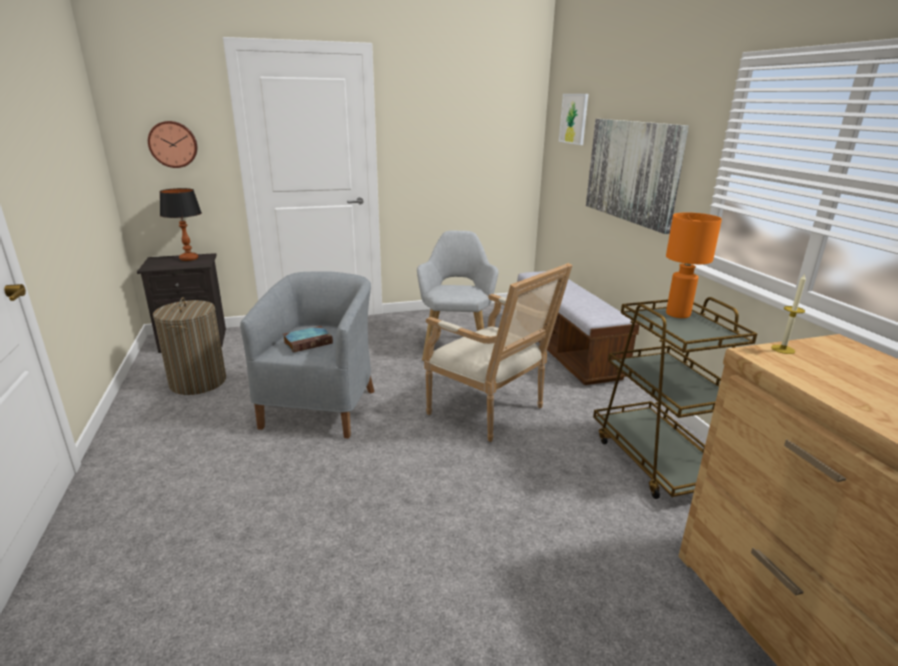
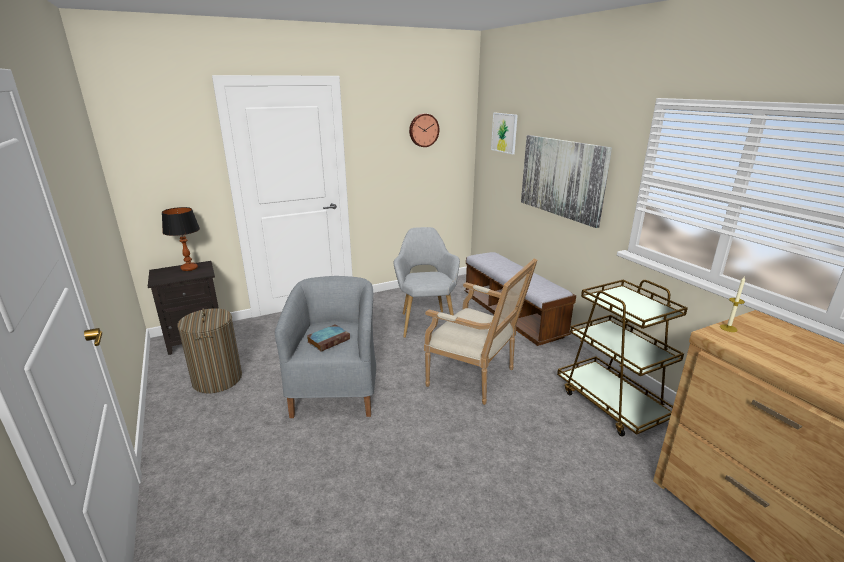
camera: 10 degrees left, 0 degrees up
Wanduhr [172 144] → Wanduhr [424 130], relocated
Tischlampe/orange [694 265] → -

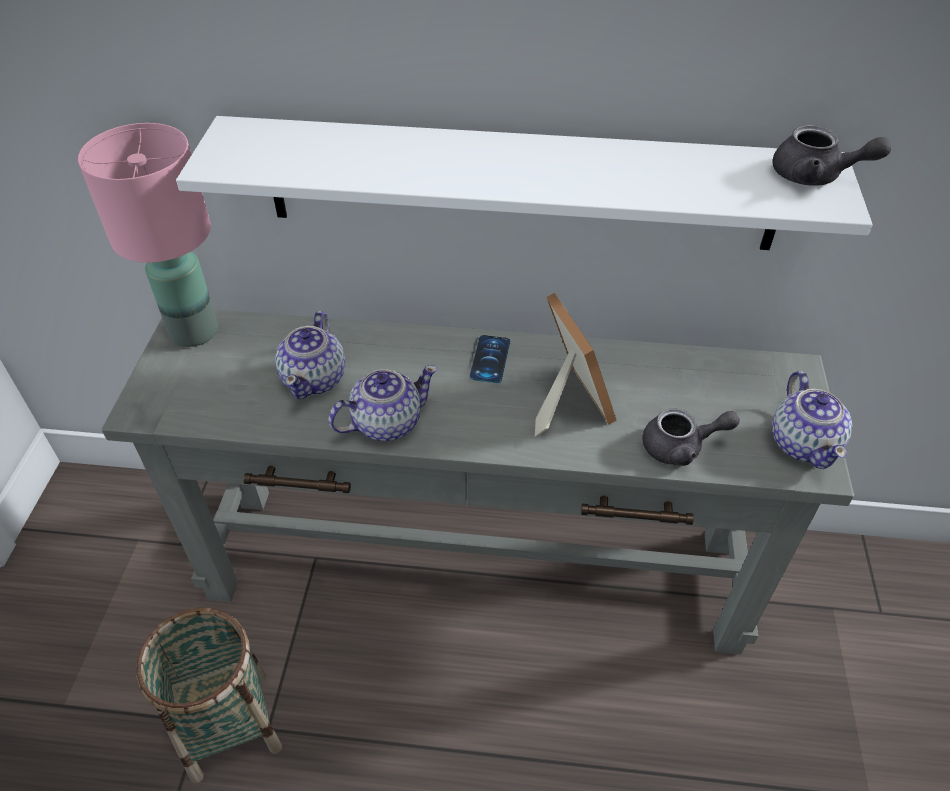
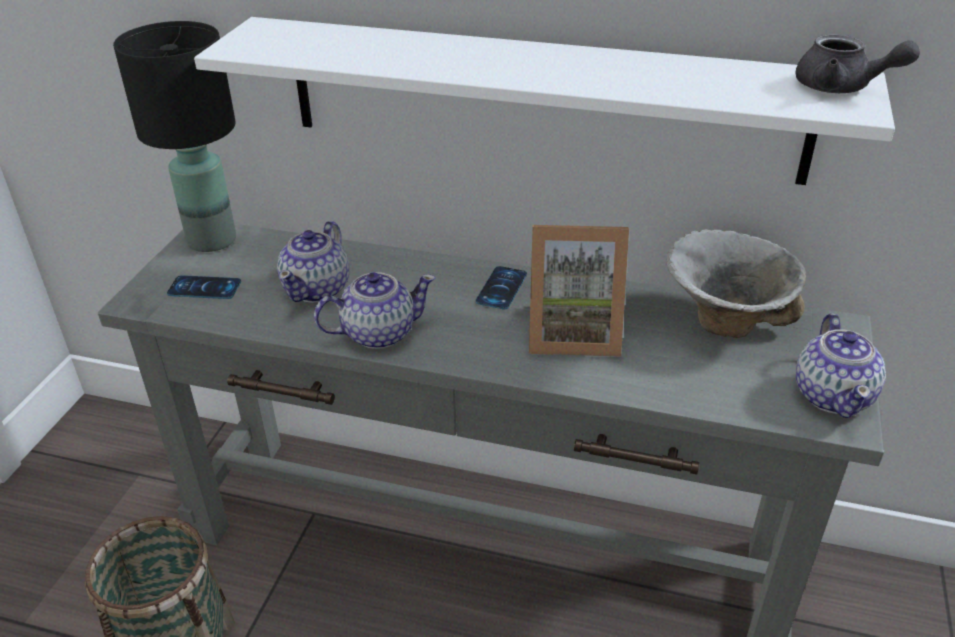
camera: 10 degrees right, 10 degrees down
Tischlampe/rosa [148 235] → Tischlampe/schwarz [174 136]
- → Handy [204 287]
Bilderrahmen [576 365] → Bilderrahmen [579 291], 105 degrees clockwise
- → Schüssel [736 283]
Teekanne/grau [691 437] → -

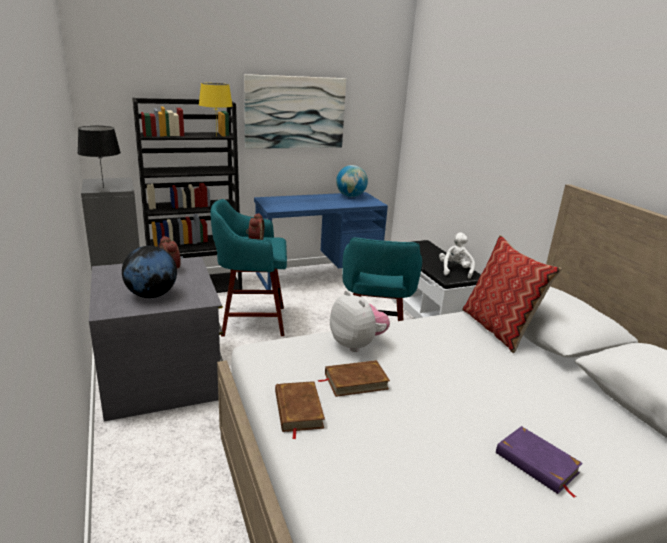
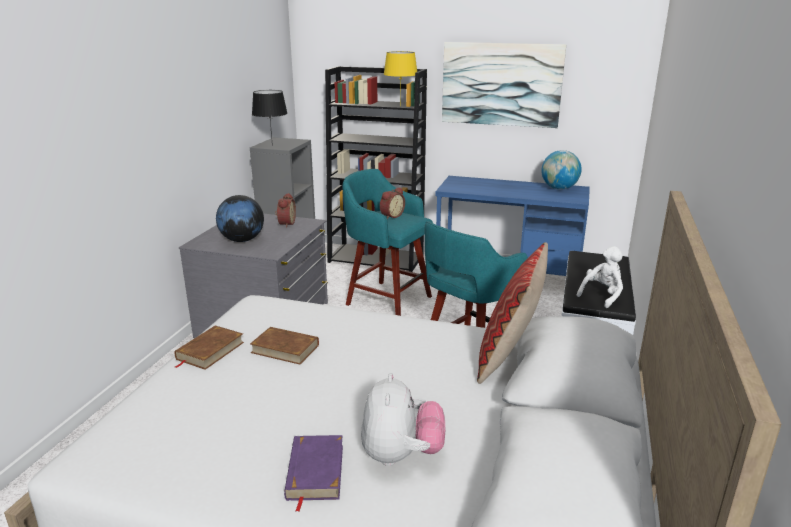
camera: 40 degrees right, 0 degrees up
Plüschtier [360 321] → Plüschtier [403 419], relocated

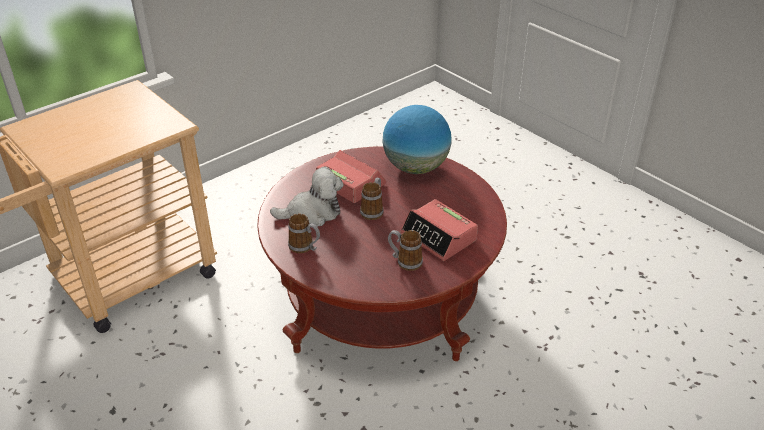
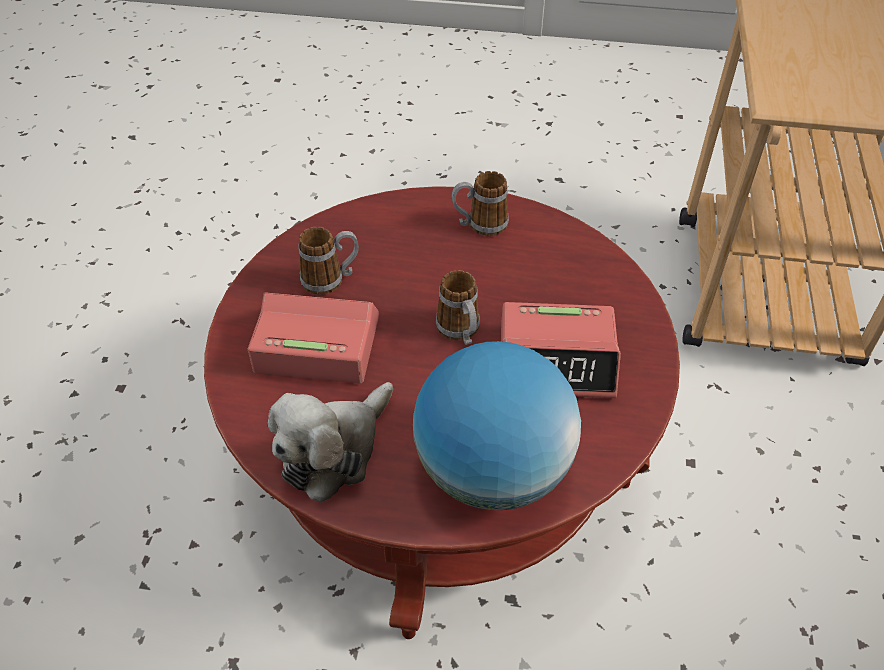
camera: 140 degrees right, 10 degrees up
Plüschtier [307 196] → Plüschtier [330 442], relocated

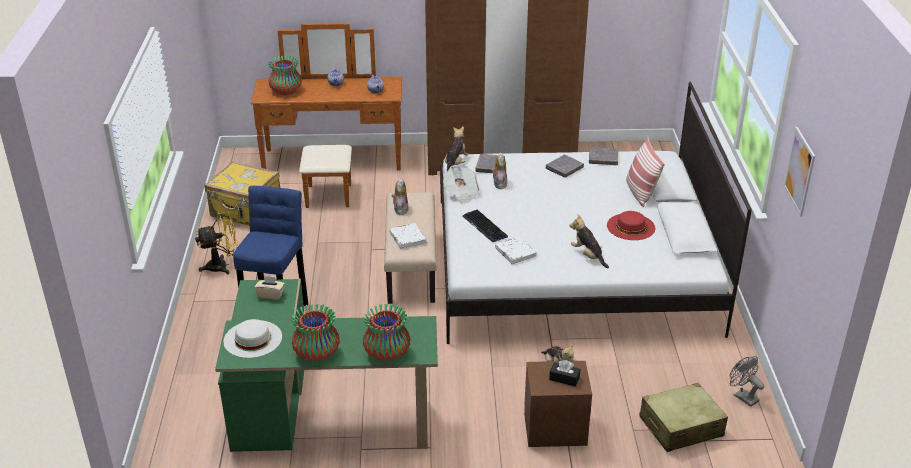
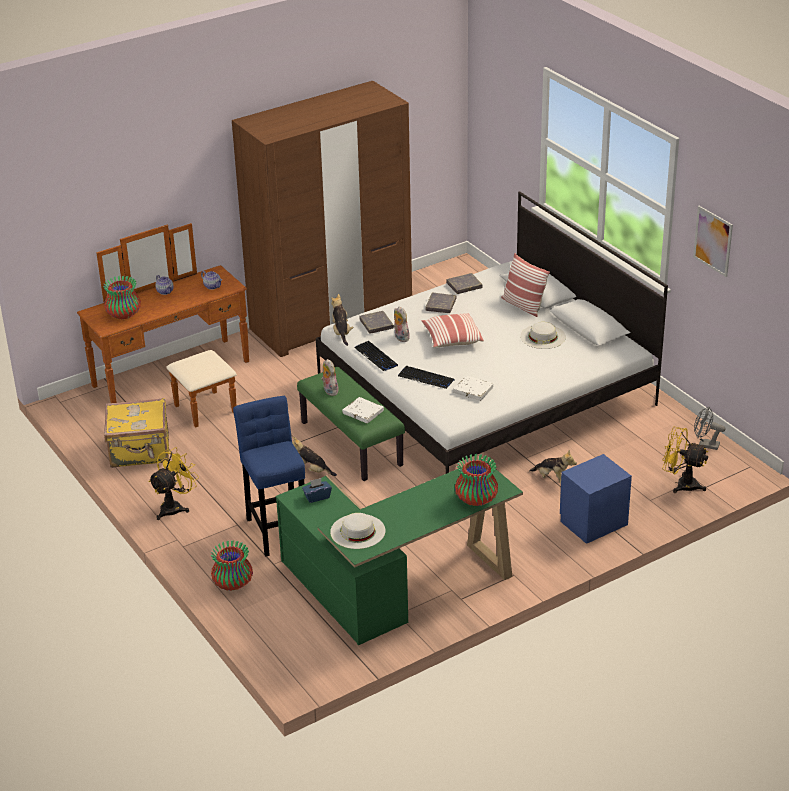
camera: 30 degrees left, 0 degrees up
Vase [316 332] → Vase [232 565], relocated
Plüschtier [589 241] → Plüschtier [314 456], relocated
Bank/beige [410 248] → Bank/grün [351 424]
Taschentuchbox/beige [269 288] → Taschentuchbox/blau [317 490]
Zeitung [461 184] → Tastatur [376 356]
- → Kissen [452 330]
Hut/rot [631 225] → Hut/weiß [543 335]
Nachttisch/braun [558 404] → Nachttisch/blau [596 499]
Koffer/beige [683 417] → Ventilator/gelb [685 460]
Taschentuchbox/schwarz [564 373] → -

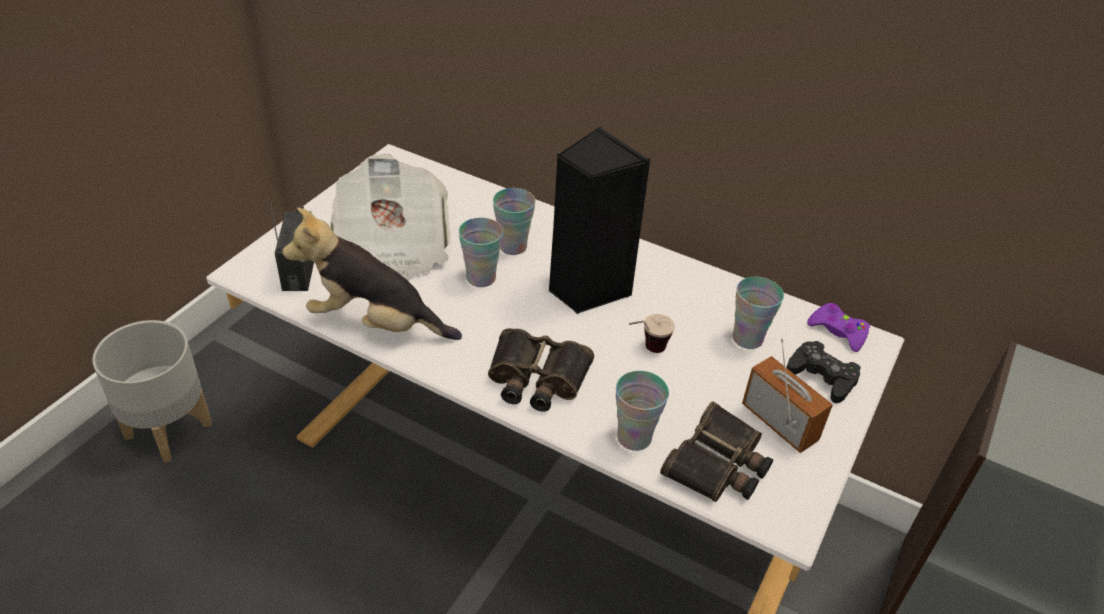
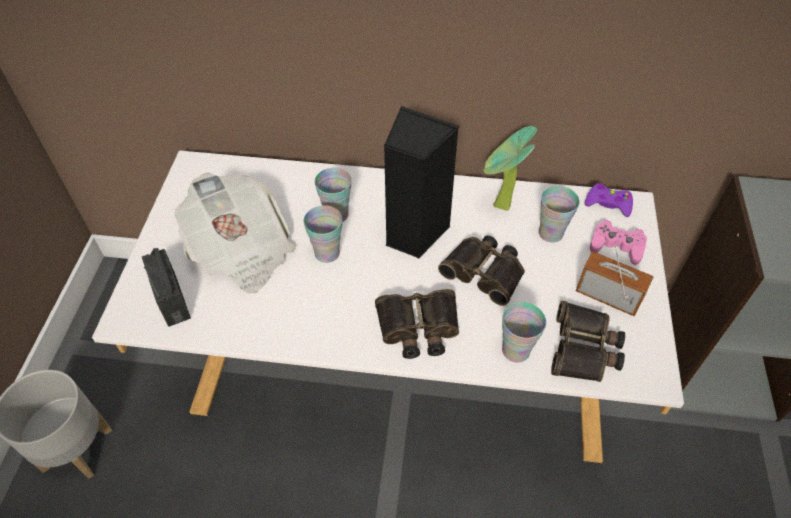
camera: 20 degrees left, 10 degrees up
Tasse [652 333] → Fernglas [481 271]
- → Topfpflanze [510 168]
Gamepad/schwarz [824 372] → Gamepad/rosa [618 242]
Plüschtier [372 274] → -

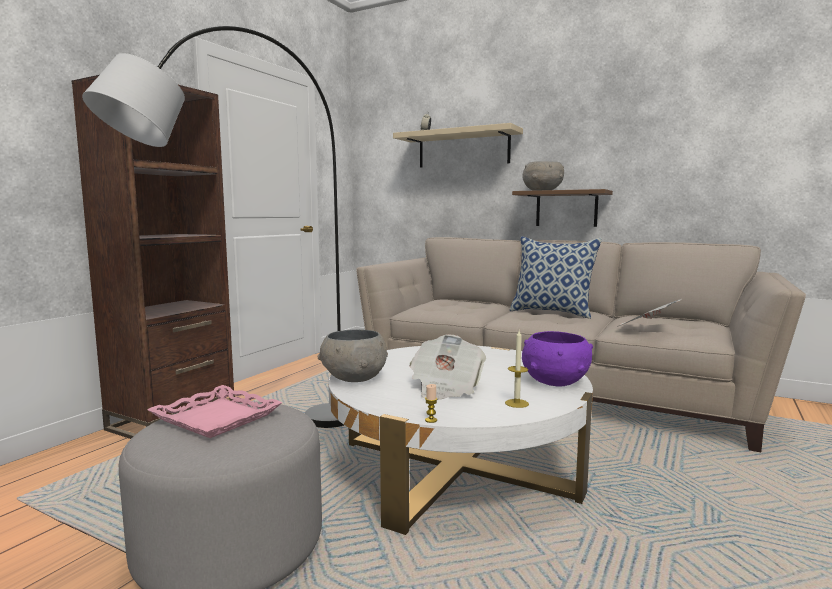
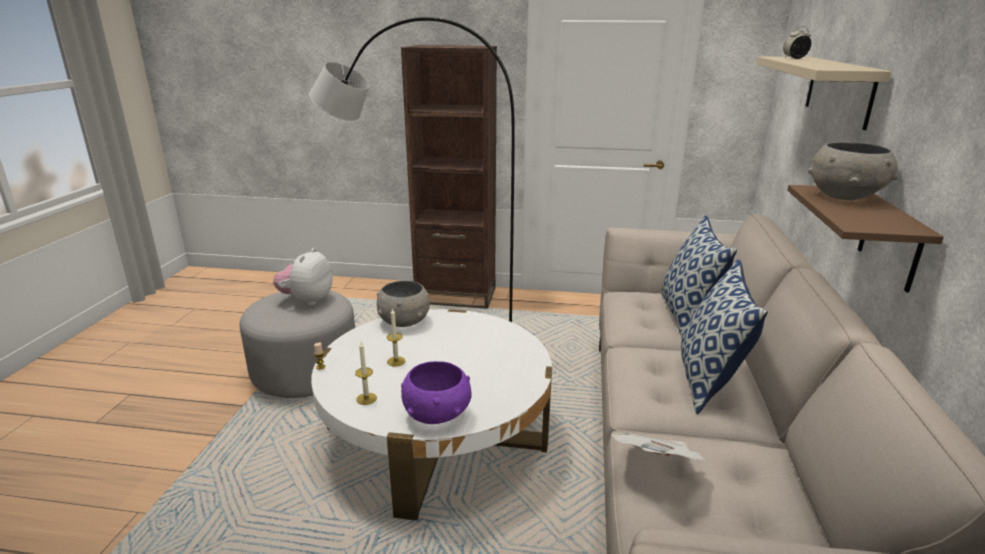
camera: 70 degrees right, 15 degrees up
Tablett/rosa [215 411] → Plüschtier [303 277]
Zeitung [448 367] → Kerze [395 337]
- → Kissen [699 276]

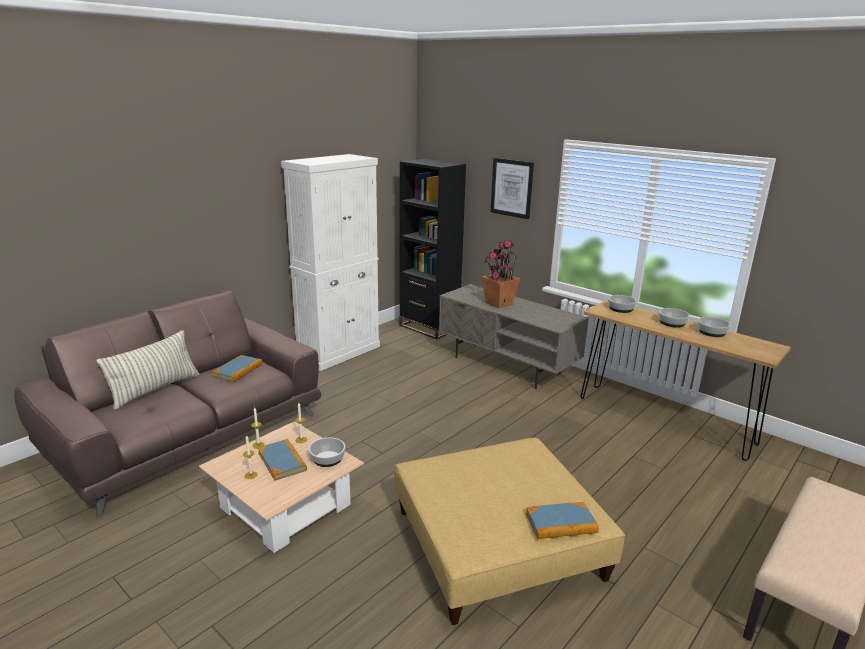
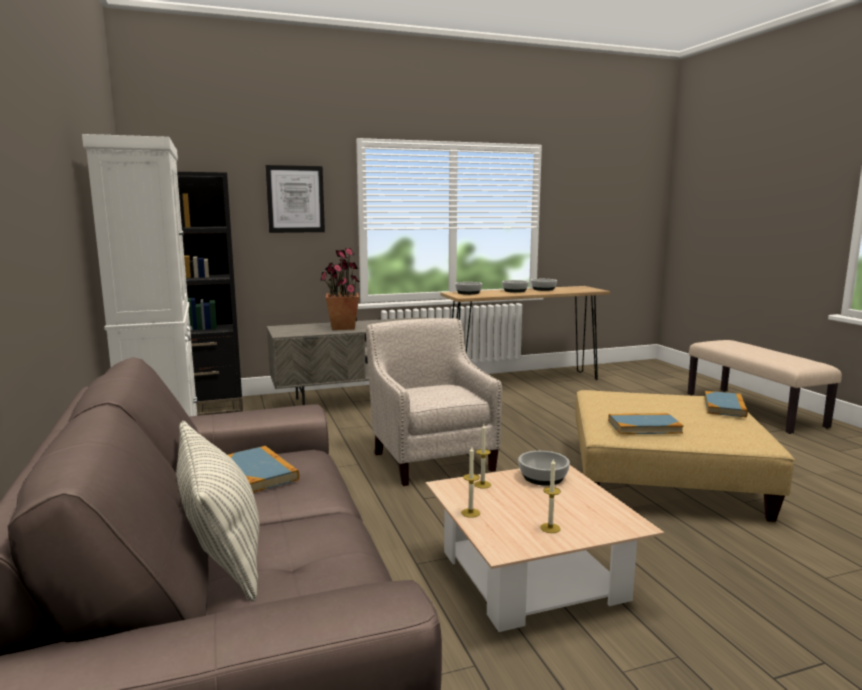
camera: 60 degrees left, 10 degrees down
- → Sessel/beige [434 402]
Buch [282 460] → Buch [646 423], relocated

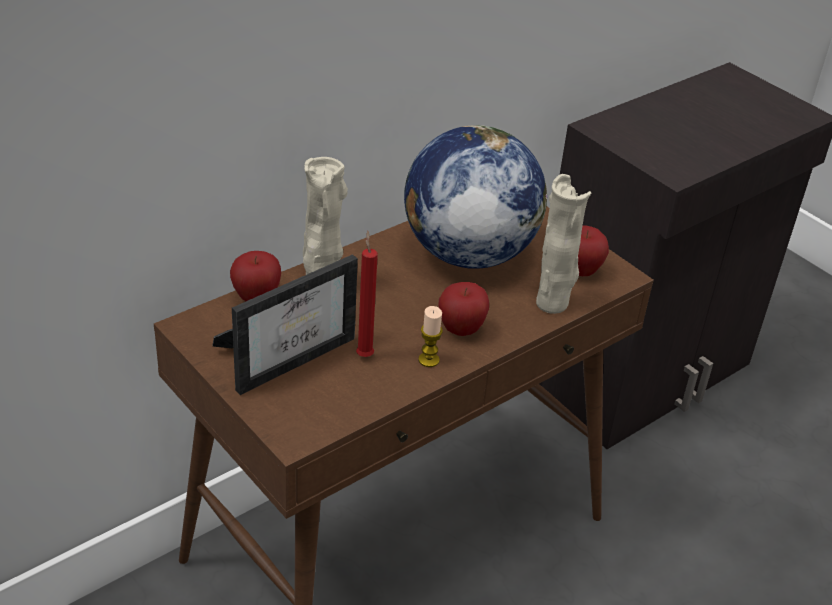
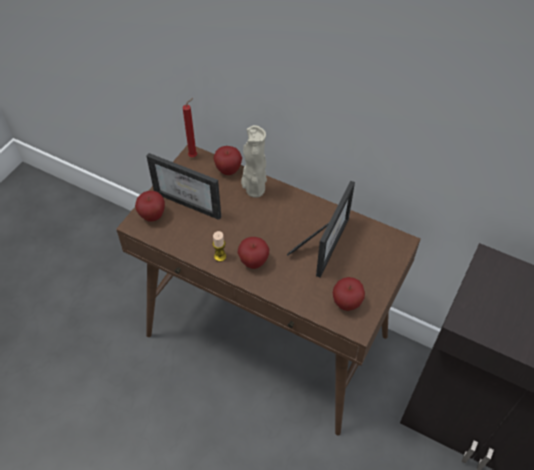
camera: 70 degrees right, 15 degrees up
- → Apfel [150 206]
Kerze/rot [367 294] → Kerze/rot [190 127], relocated
Globus [475 197] → Bilderrahmen [321 229]
Vase/beige [563 244] → -

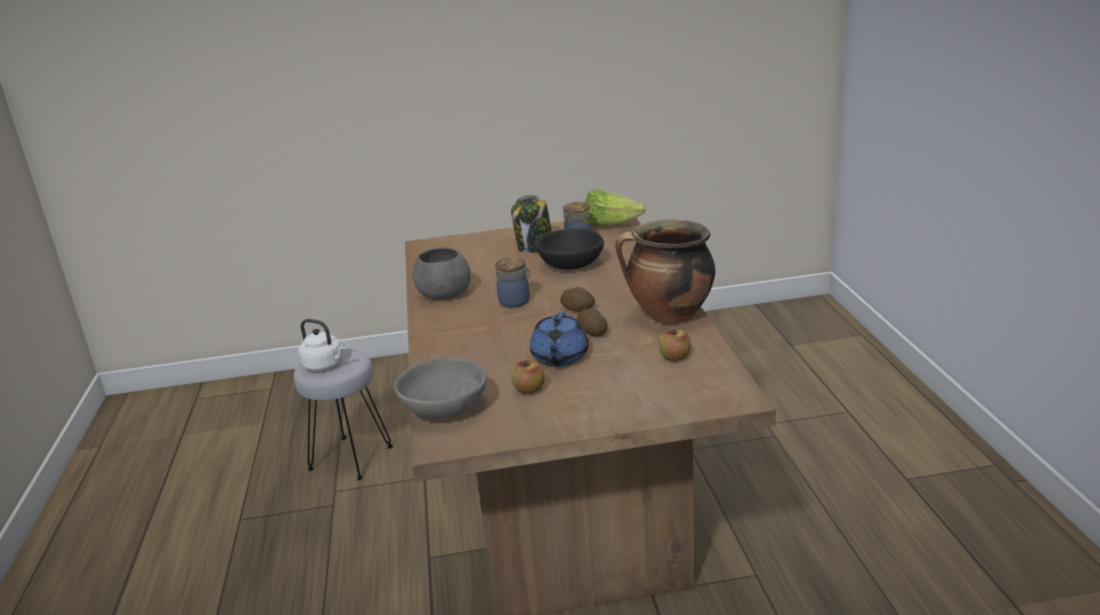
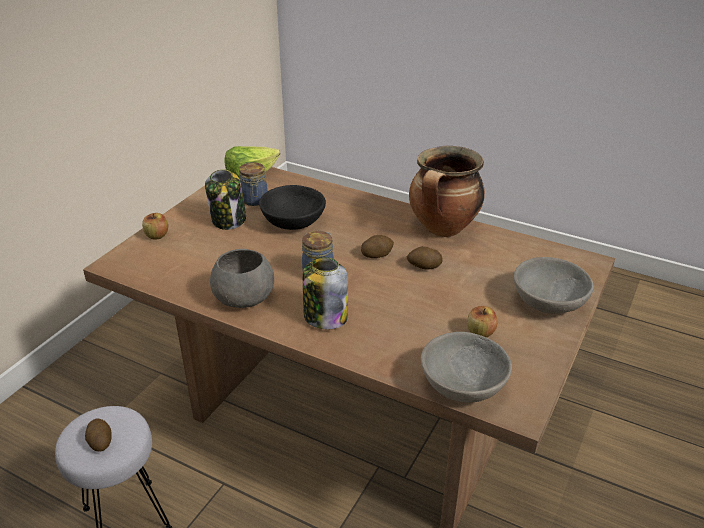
camera: 55 degrees left, 10 degrees up
Wasserkessel/weiß [322 345] → Kartoffel [98 435]
Apfel [675 345] → Apfel [155 226], relocated
- → Vorratsglas [325 293]
- → Schüssel/grau [553 285]
Teekanne/blau [559 339] → -

